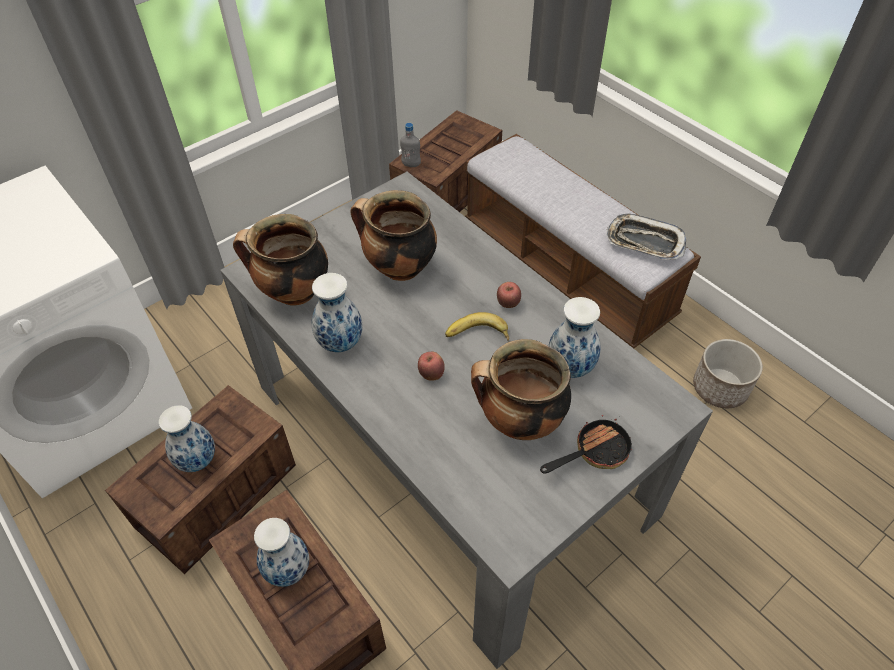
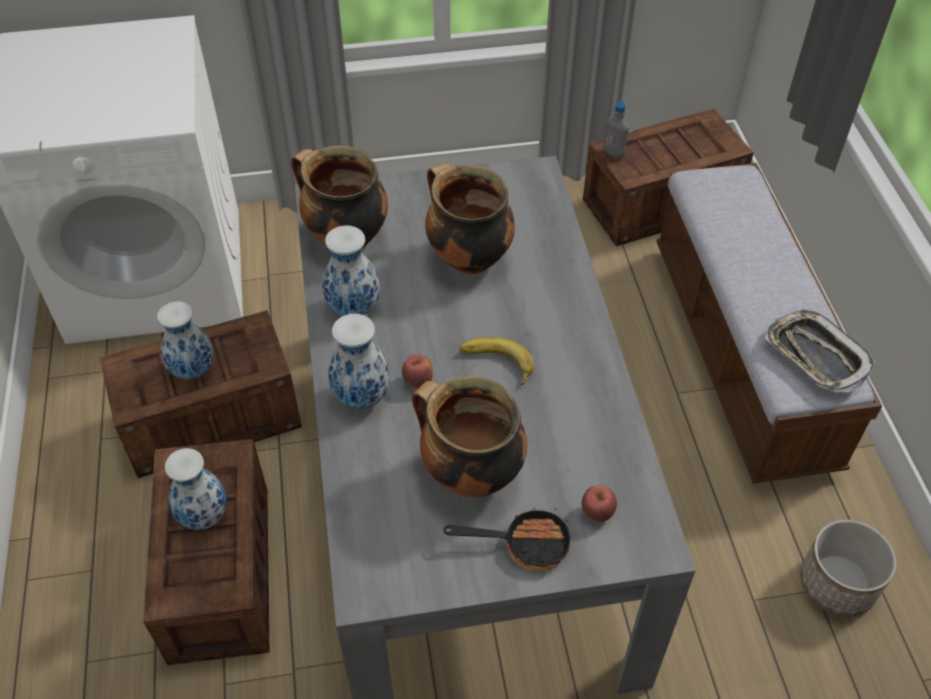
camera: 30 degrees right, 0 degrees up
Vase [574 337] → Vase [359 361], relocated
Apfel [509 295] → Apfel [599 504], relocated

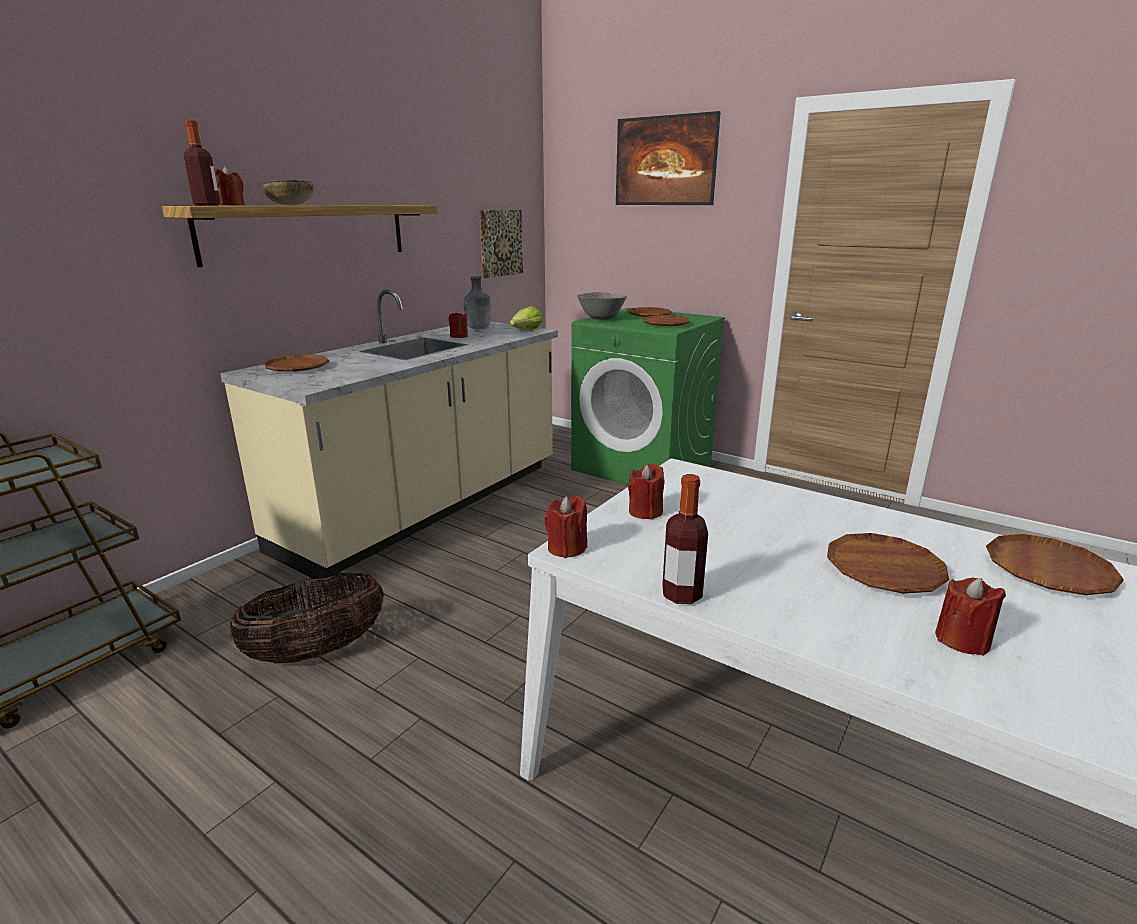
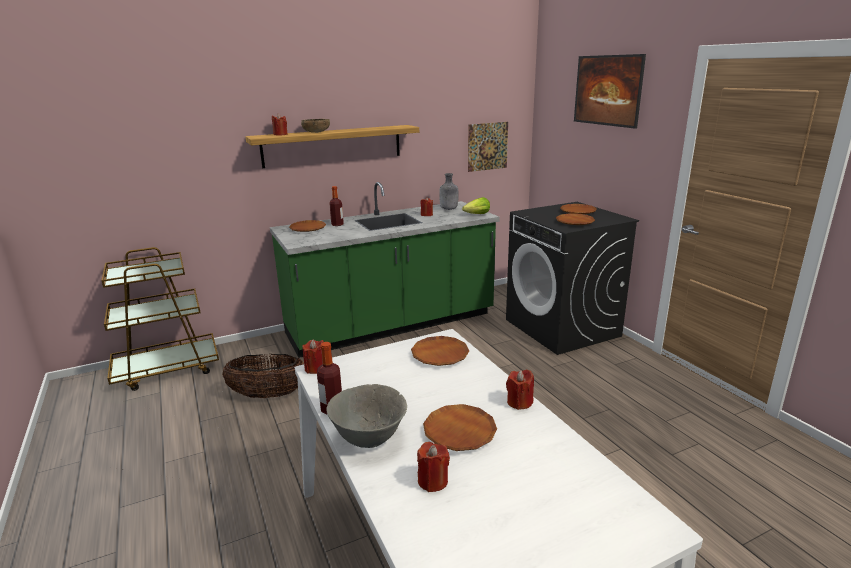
camera: 30 degrees right, 0 degrees up
Küchenzeile/beige [389 435] → Küchenzeile/grün [385 270]
Schüssel/grau [602 306] → Schüssel/grau [366 416], relocated
Flasche [202 163] → Flasche [336 206], relocated
Teller/braun [1055 564] → Teller/braun [440 351], relocated
Waschmaschine/grün [648 396] → Waschmaschine/schwarz [572 278]
Kerze/rot [646 492] → Kerze/rot [520 389], relocated

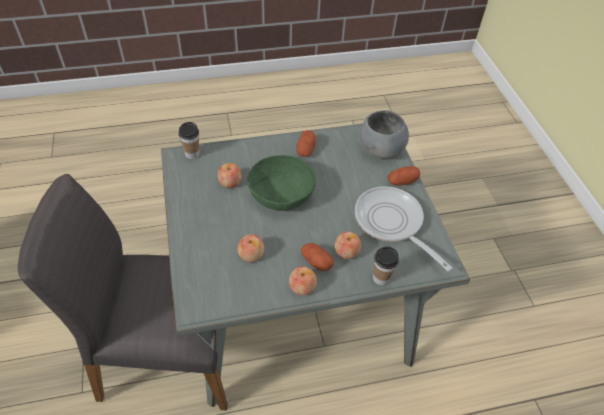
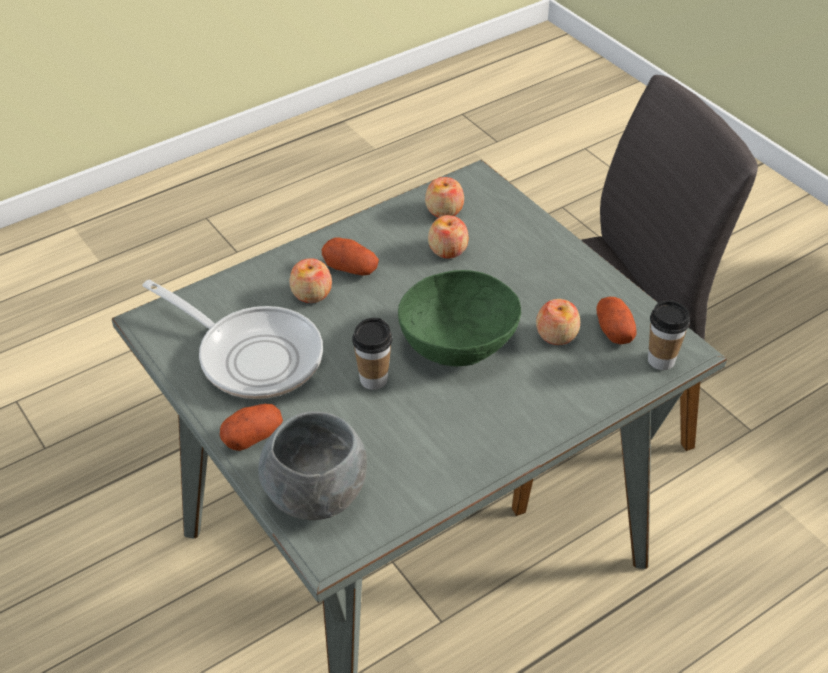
camera: 160 degrees right, 5 degrees down
Tasse [386 265] → Tasse [372 354], relocated
Apfel [303 281] → Apfel [444 197], relocated
Kartoffel [306 143] → Kartoffel [616 320], relocated

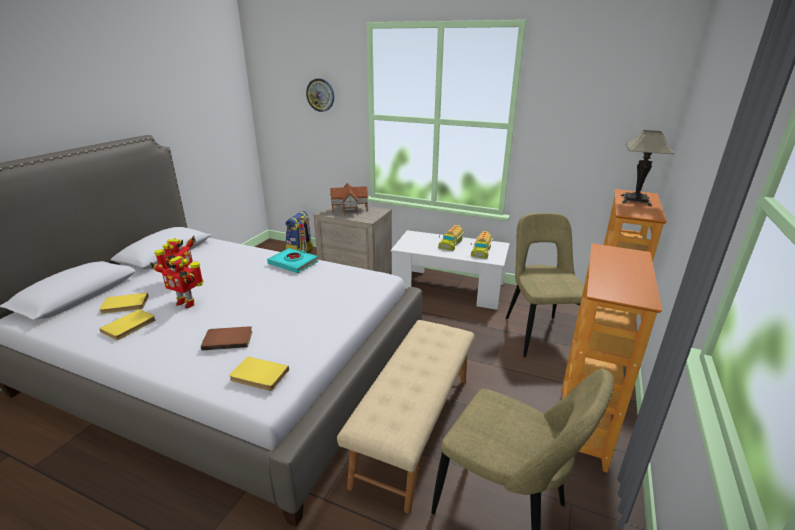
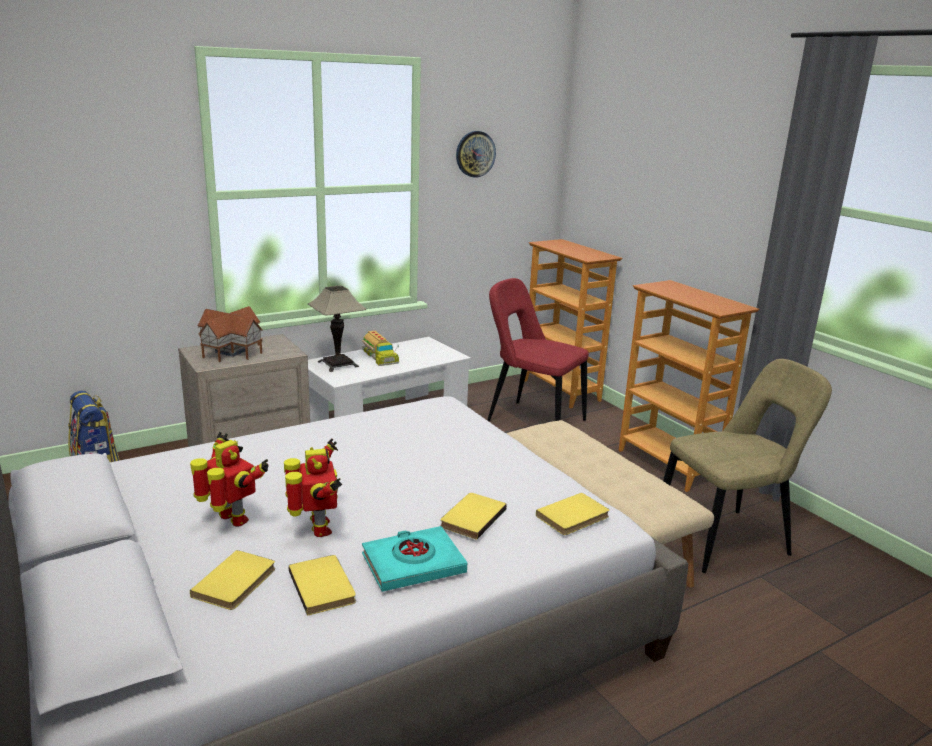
camera: 55 degrees left, 5 degrees down
Spielzeugroboter [176 282] → Spielzeugroboter [313 487], 75 degrees counterclockwise
Tischlampe [648 168] → Tischlampe [337 328], relocated
Buch/türkis [293 260] → Buch/türkis [414 559], relocated
Buch/braun [226 338] → Buch/gelb [473 516]
Wanduhr [320 95] → Wanduhr [476 154], relocated
Stuhl/beige [545 285] → Stuhl/rot [538 349]
Spielzeuglaster [482 245] → -

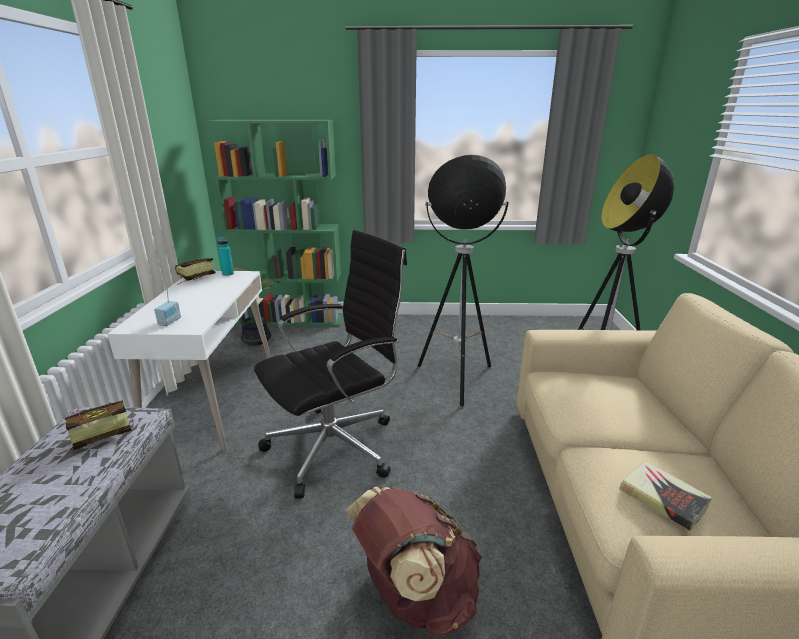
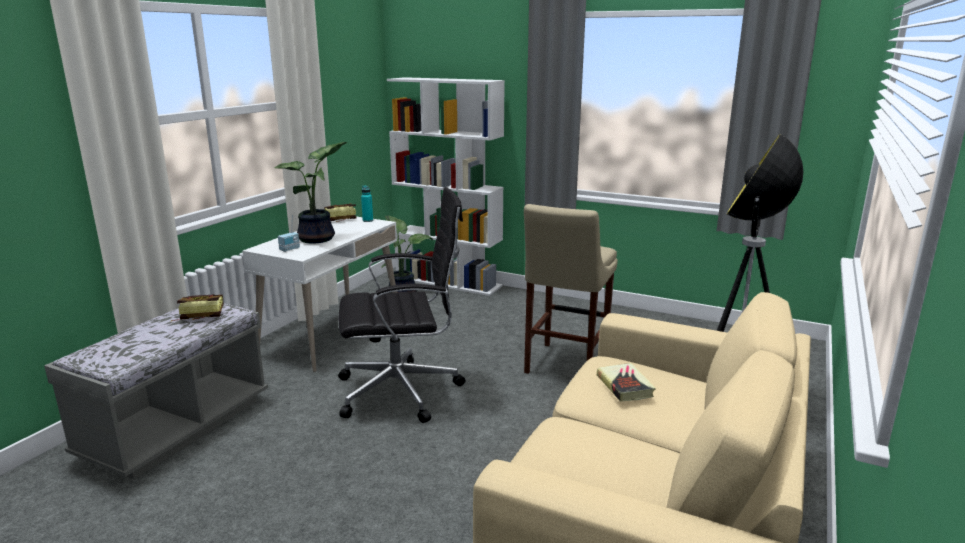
camera: 25 degrees right, 5 degrees down
- → Topfpflanze [311 193]
Bücherregal/grün [274 223] → Bücherregal/weiß [446 186]
Stehlampe [463 281] → Hocker/beige [571 289]
Buch [665 495] → Buch [626 382], relocated
Rucksack/braun [414 561] → -

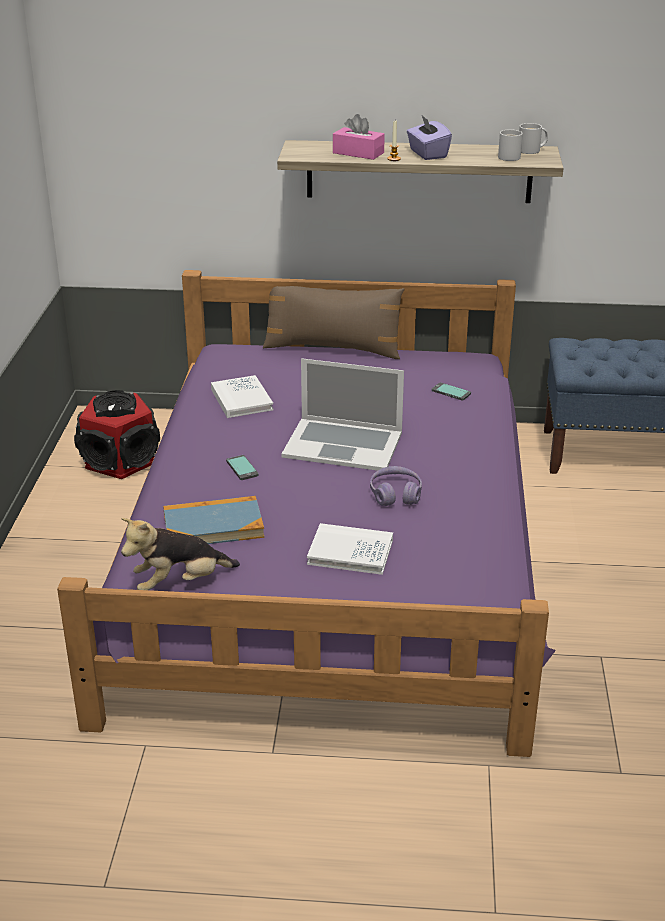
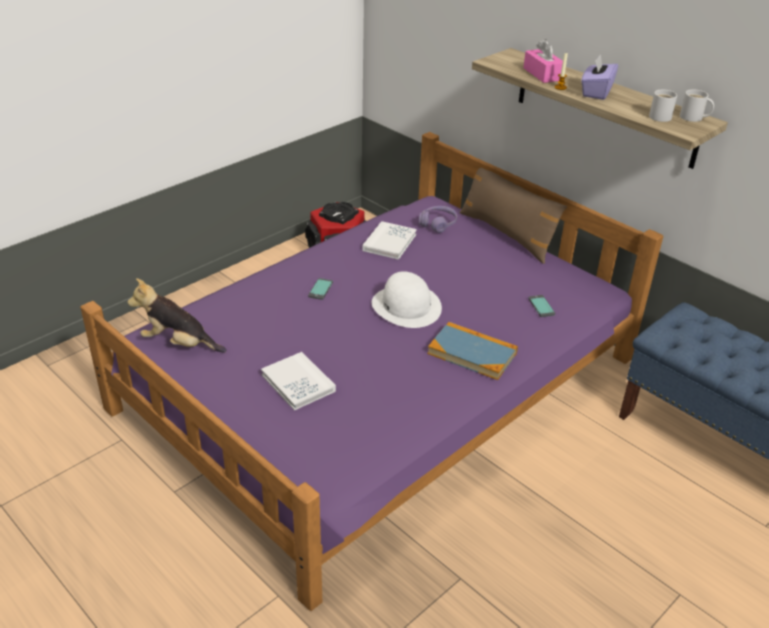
camera: 40 degrees right, 5 degrees up
Laptop [342 414] → Hut/weiß [407 299]
Kopfhörer/lila [396 486] → Kopfhörer/lila [438 219], relocated
Buch [213 520] → Buch [473 351], relocated

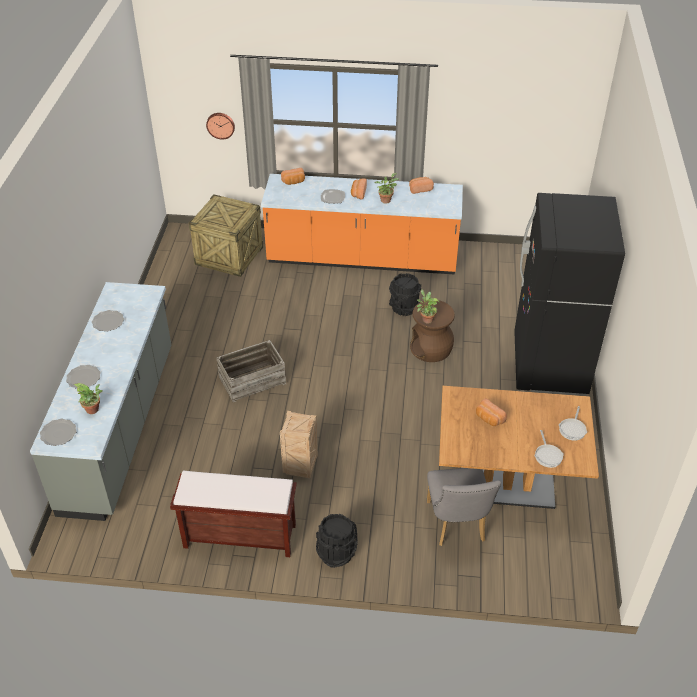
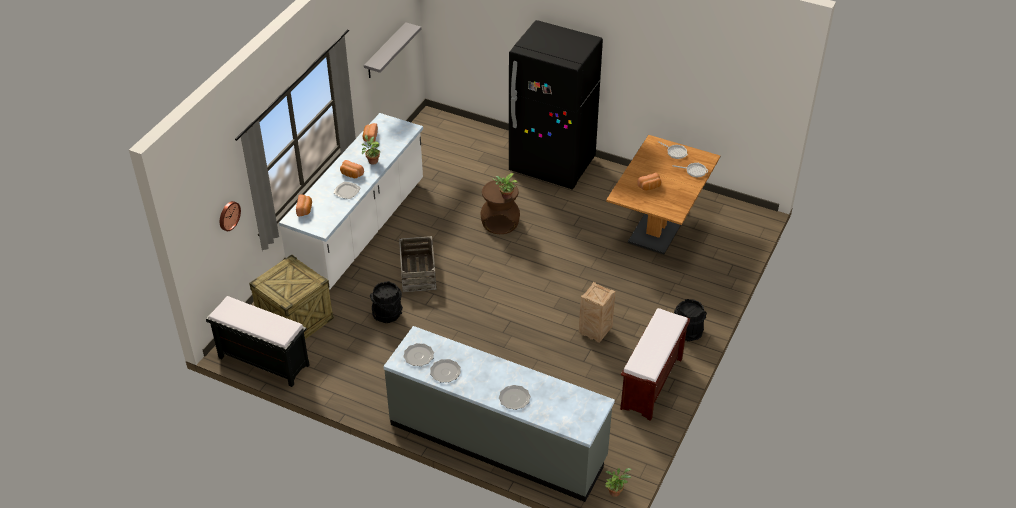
camera: 70 degrees left, 0 degrees up
- → Bank/schwarz [258 341]
Küchenzeile/orange [362 224] → Küchenzeile/weiß [351 201]
- → Wandregal/grau [392 50]
Eimer/schwarz [405 294] → Eimer/schwarz [386 302], relocated
Kiste [251 371] → Kiste [418 264], relocated
Teller [58 432] → Teller [418 354], relocated
Topfpflanze [88 398] → Topfpflanze [618 482], relocated
Stuhl/grau [464 507] → -

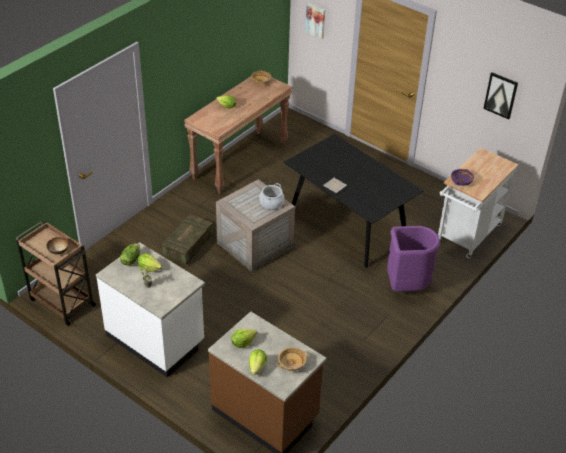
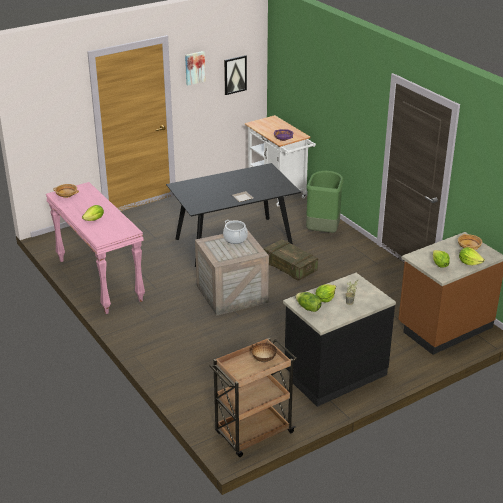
camera: 70 degrees left, 10 degrees down
Konsolentisch/braun [238 135] → Konsolentisch/rosa [95 248]
Bild [315 21] → Bild [195 68], relocated
Kiste [187 239] → Kiste [290 259], relocated
Küchenzeile/weiß [150 310] → Küchenzeile/schwarz [339 340]
Mülleimer/lila [413 259] → Mülleimer/grün [325 202]

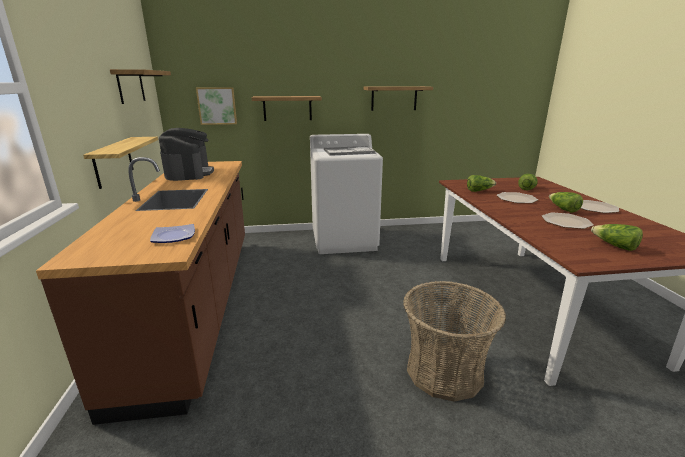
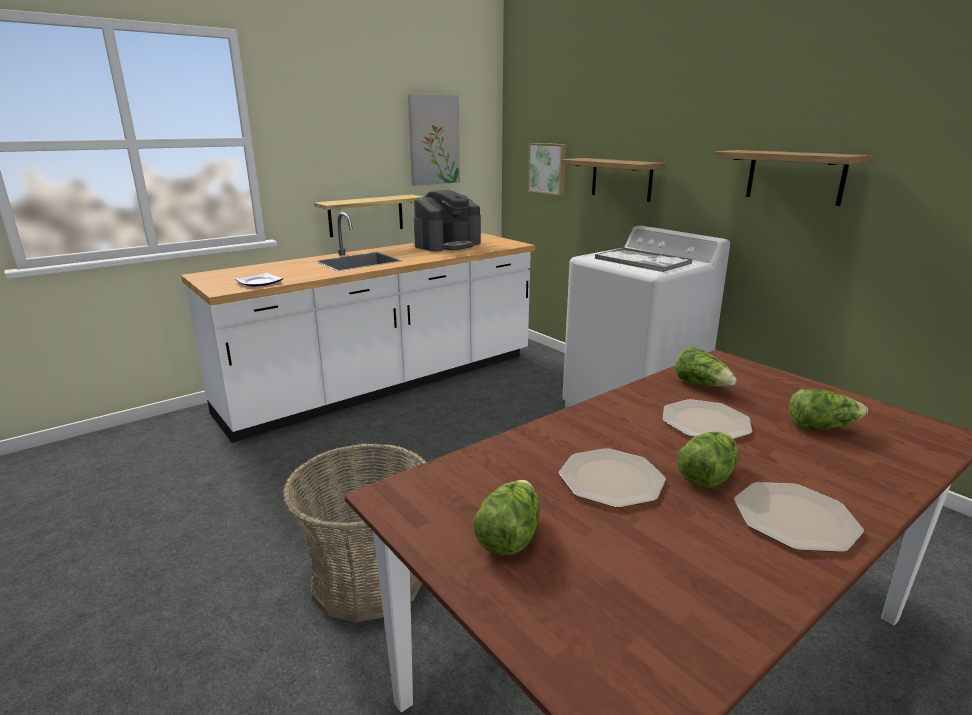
camera: 60 degrees right, 0 degrees up
Küchenzeile/braun [140 291] → Küchenzeile/weiß [358 327]
Wandregal [140 86] → Bild [434 140]

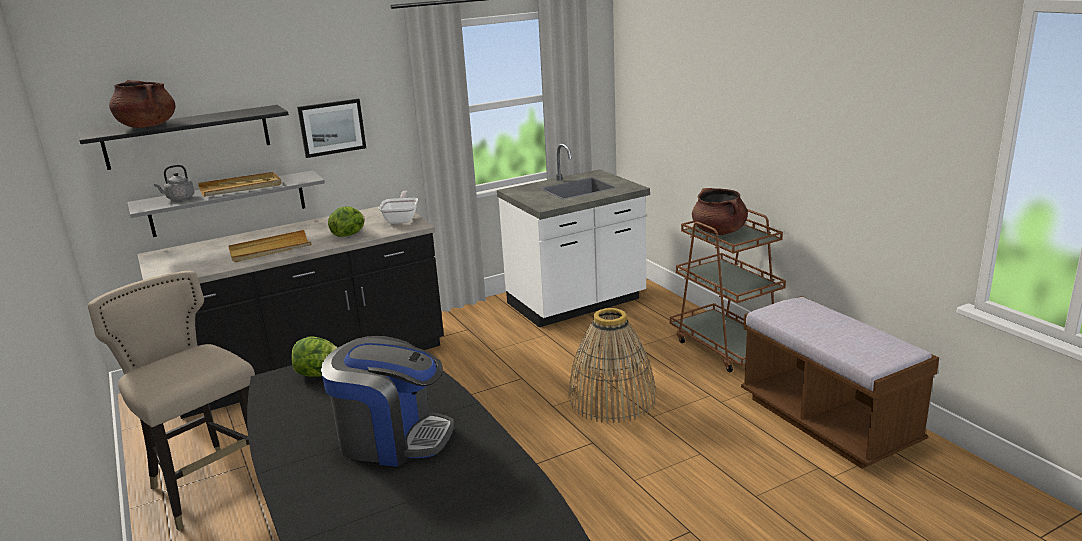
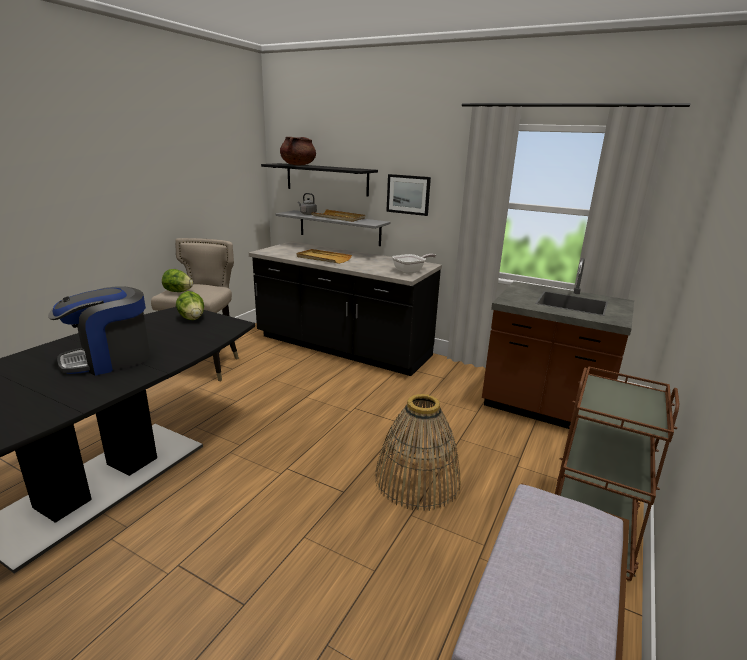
camera: 55 degrees right, 0 degrees up
Kaffeemaschine [387 401] → Kaffeemaschine [99 331], 75 degrees clockwise
Salatkopf [346 221] → Salatkopf [177 280], relocated
Küchenzeile/weiß [573 235] → Küchenzeile/braun [558 343]
Kochtopf/braun [720 211] → -

